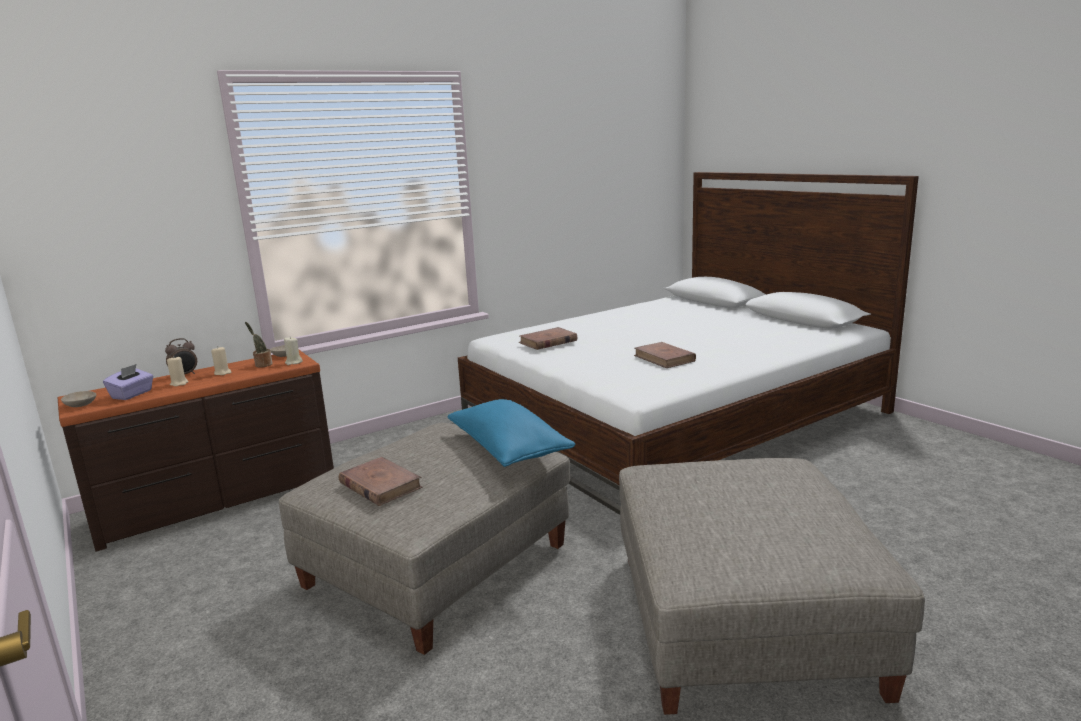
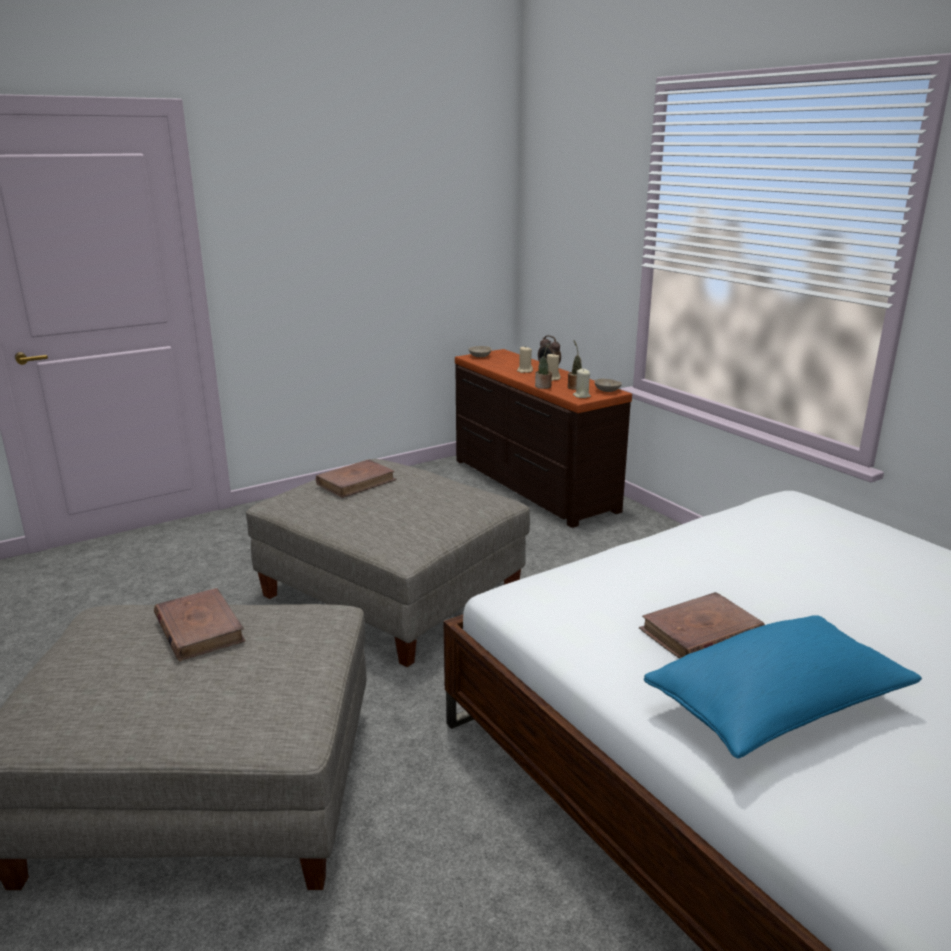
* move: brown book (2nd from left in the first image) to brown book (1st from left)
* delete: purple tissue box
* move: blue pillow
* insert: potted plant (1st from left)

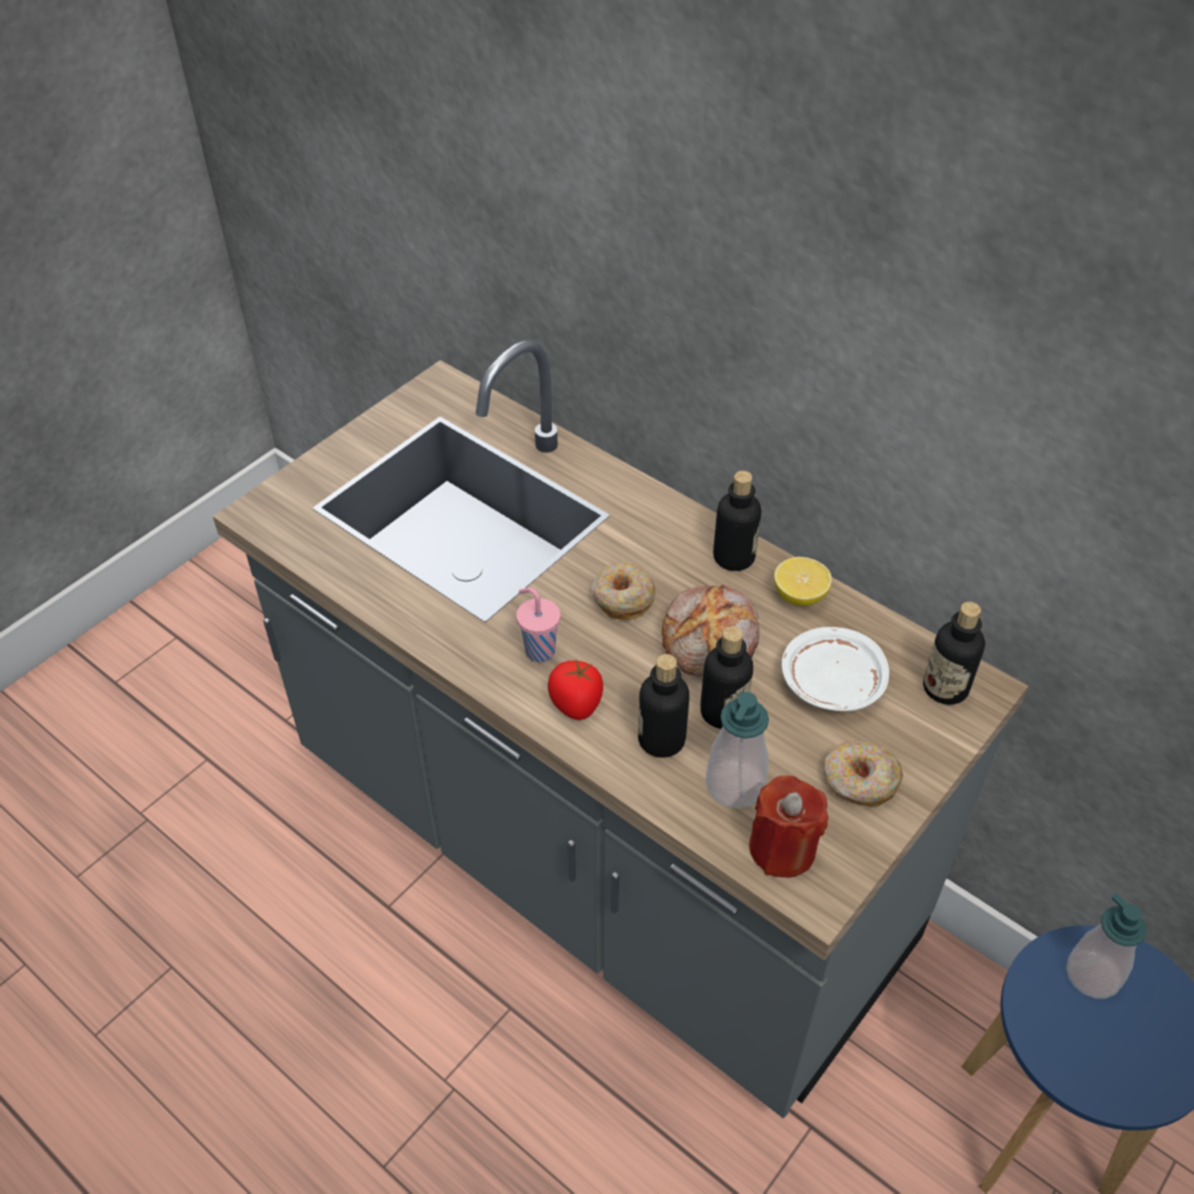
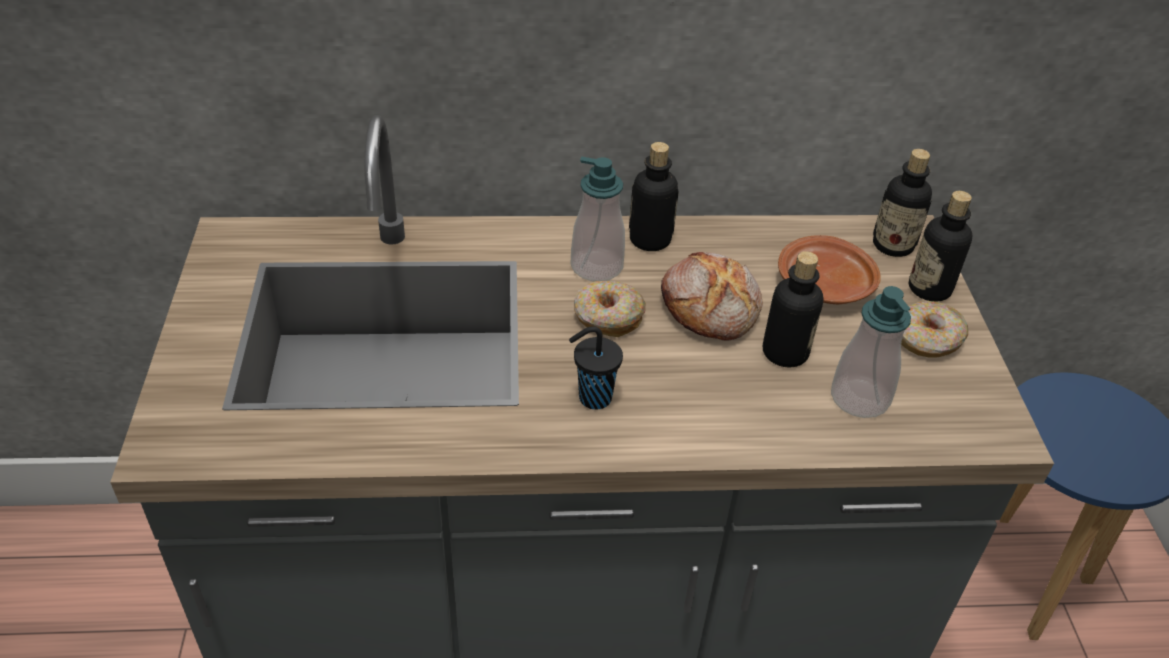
* delete: lemon
* recolor: pink cup to black cup
* recolor: white plate to brown plate
* move: bottle (1st from left in the first image) to bottle (4th from left)
* delete: tomato
* delete: red candle
* move: soap dispenser (2nd from left in the first image) to soap dispenser (1st from left)

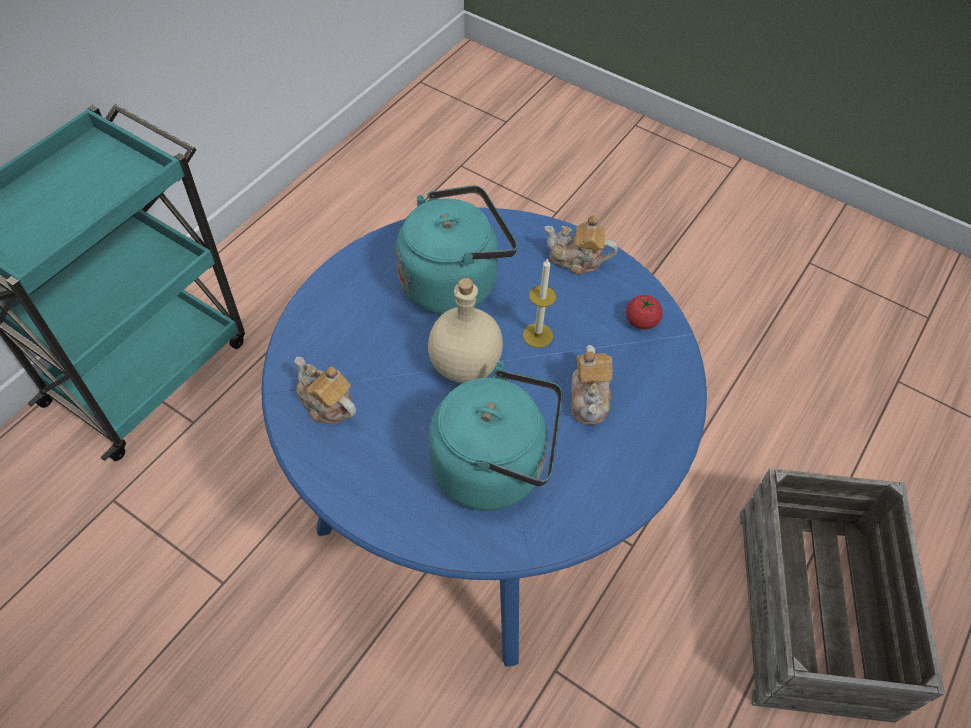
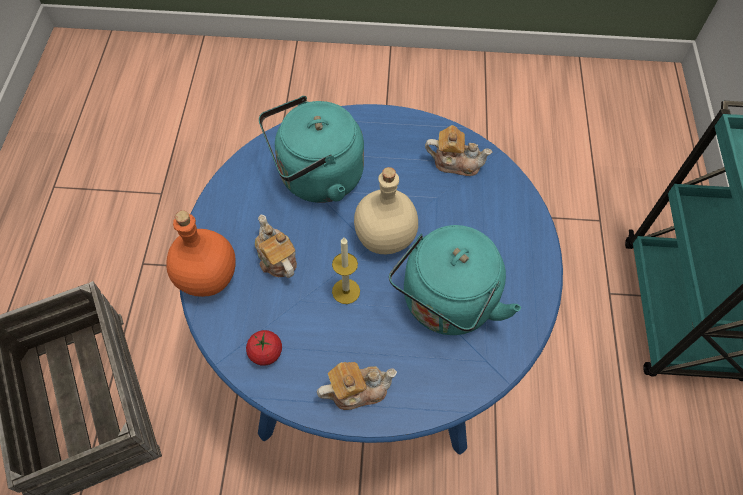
* insert: orange bottle

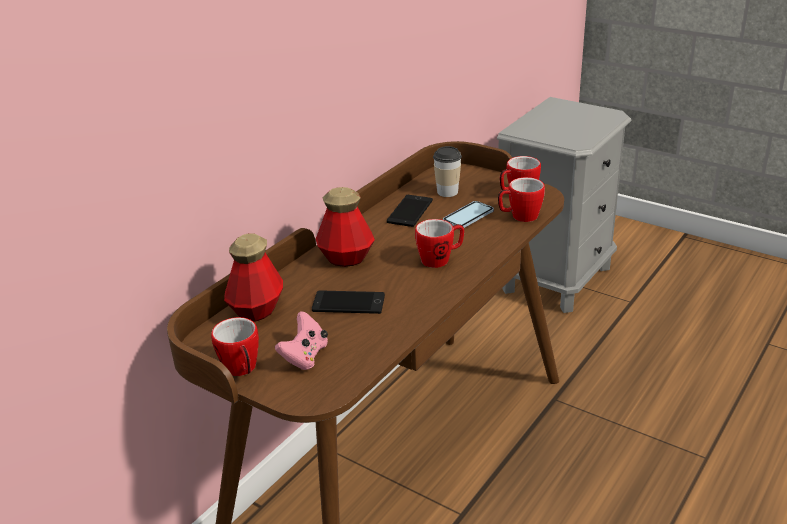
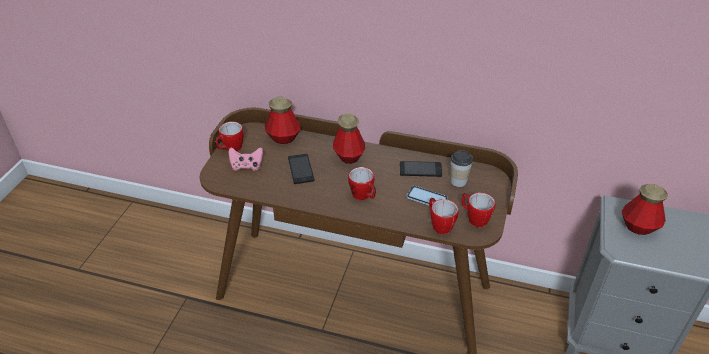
* insert: bottle (3rd from left)

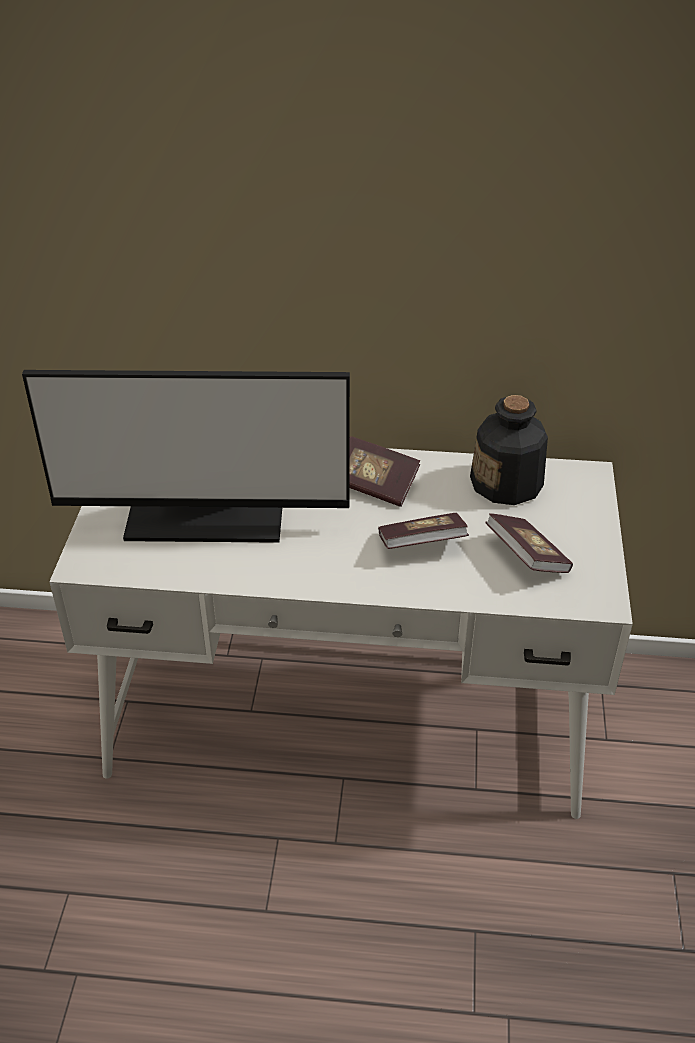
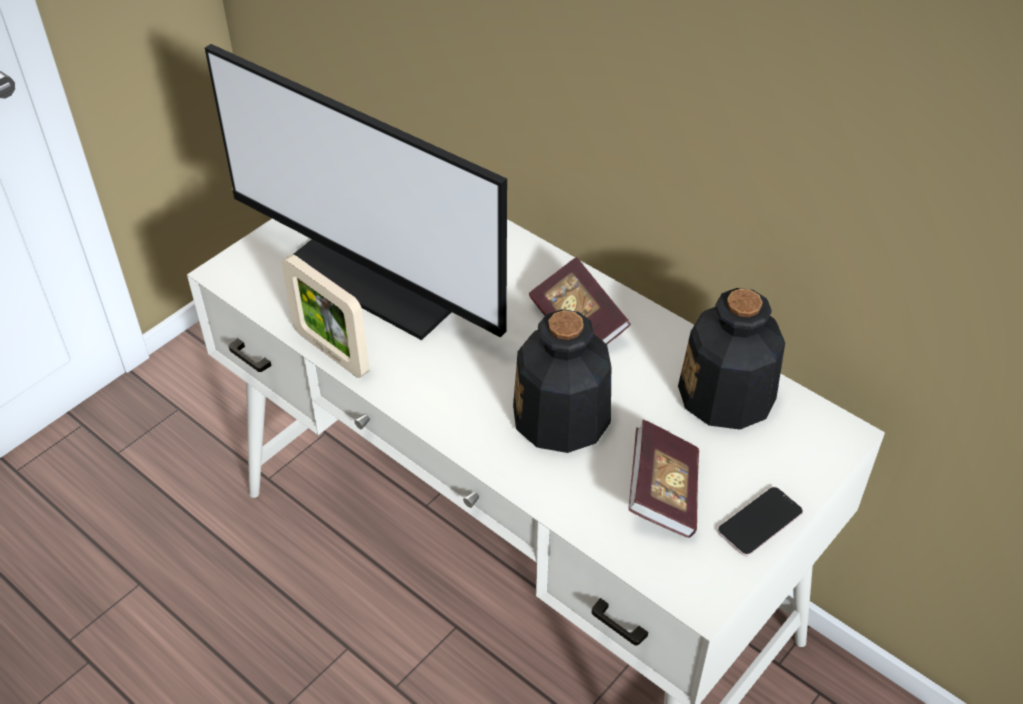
* replace: book (2nd from left) to bottle (1st from left)
* insert: picture frame
* insert: phone

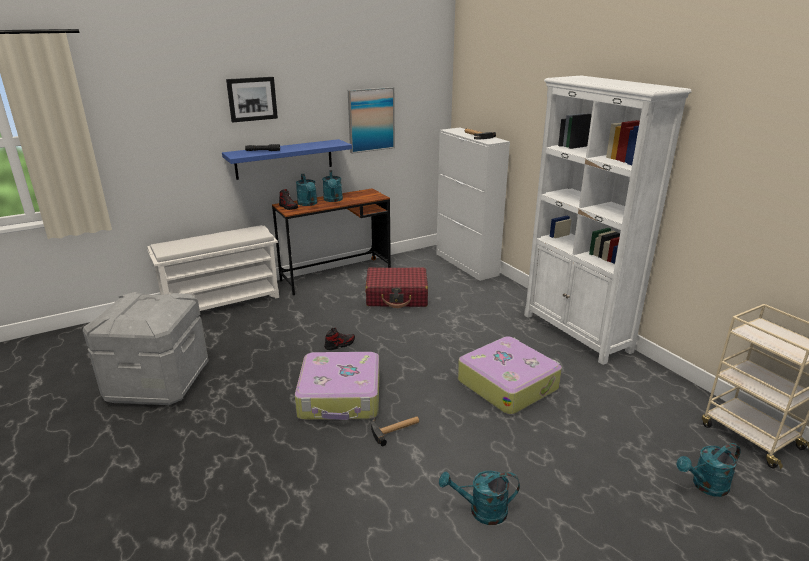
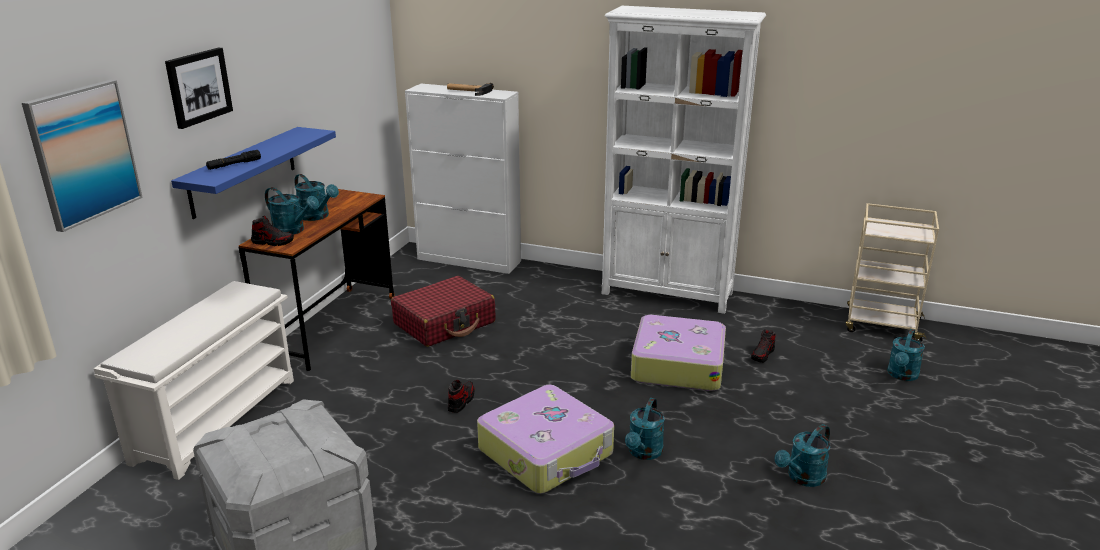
* move: picture (2nd from left in the first image) to picture (1st from left)
* replace: hammer (1st from left) to turquoise watering can (3rd from left)
* insert: shoe (3rd from left)

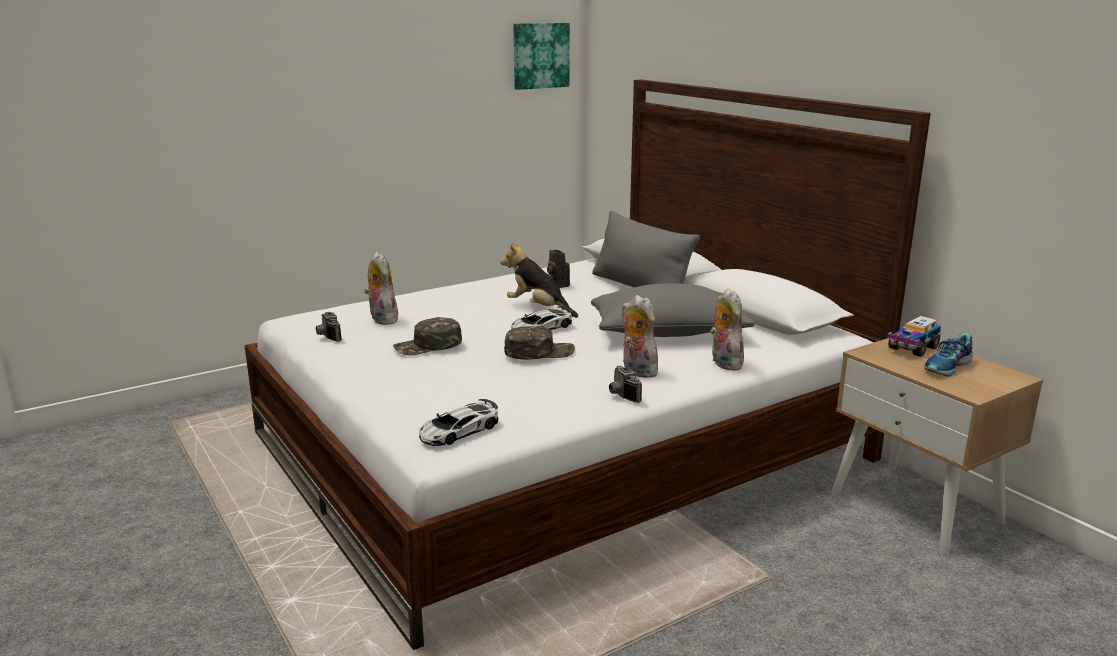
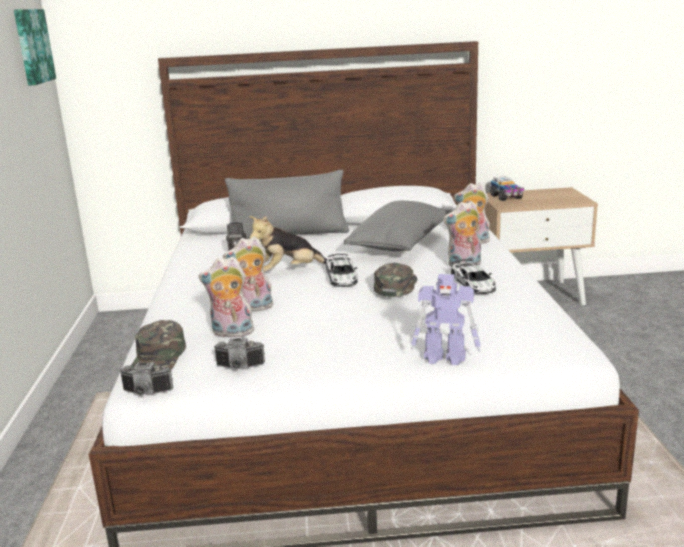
* move: green cap (1st from left)
* delete: shoe
* move: photo camera (3rd from left in the first image) to photo camera (1st from left)
* move: toy car (1st from left in the first image) to toy car (2nd from left)
* insert: plush toy (2nd from left)
* insert: toy robot

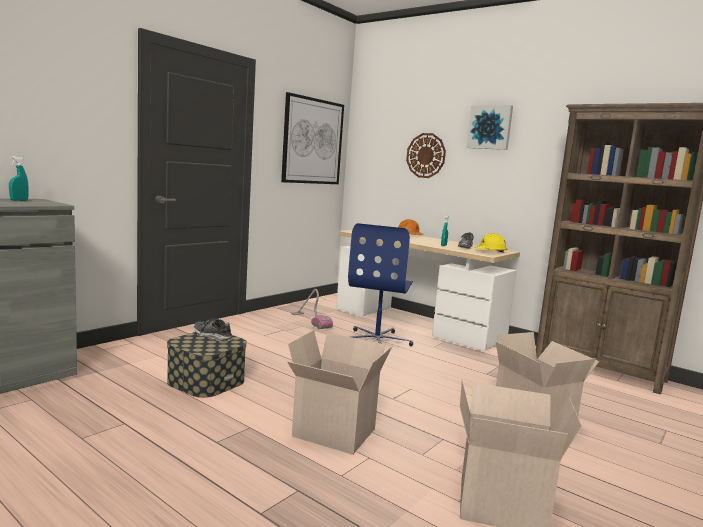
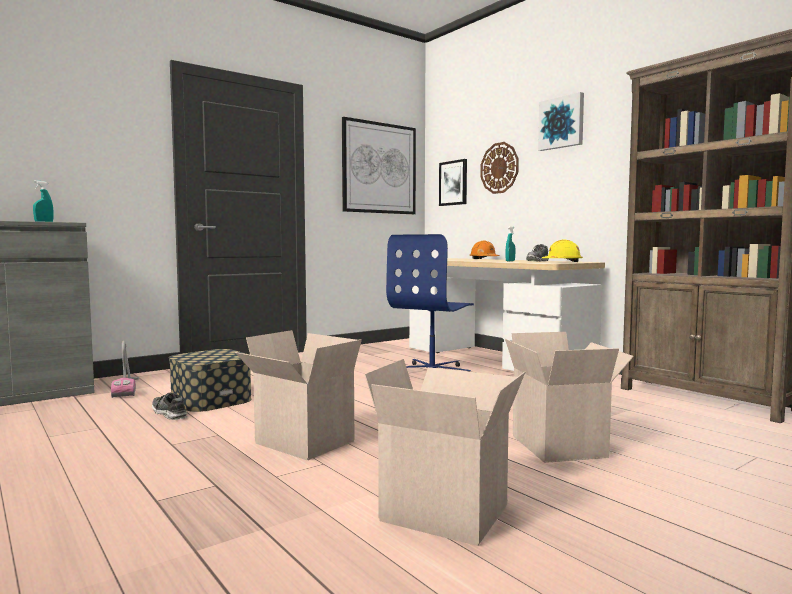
* move: vacuum cleaner
* move: shoe (1st from left)
* insert: picture (2nd from left)

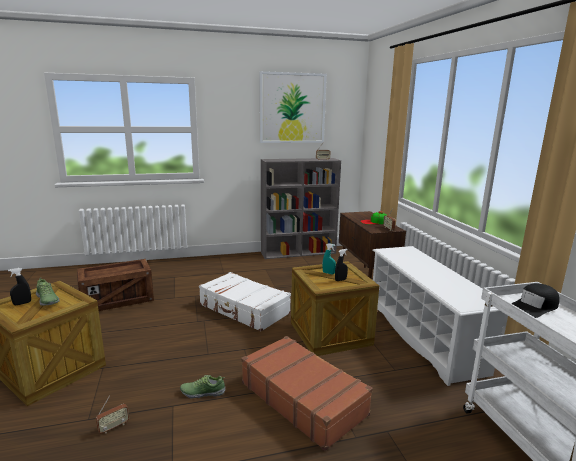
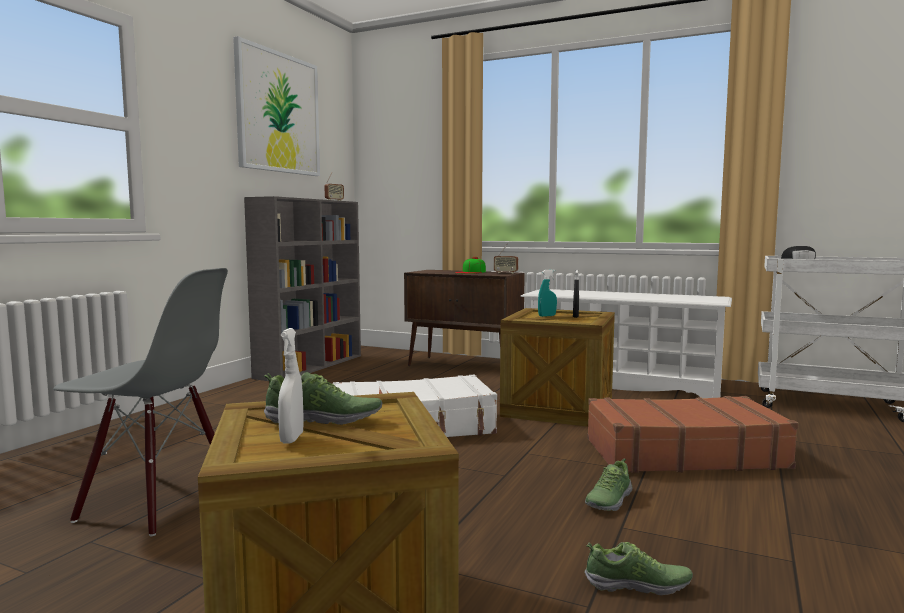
* replace: crate (2nd from left) to grey chair
* recolor: black spray bottle (1st from left) to white spray bottle
* replace: radio (1st from left) to shoe (3rd from left)

